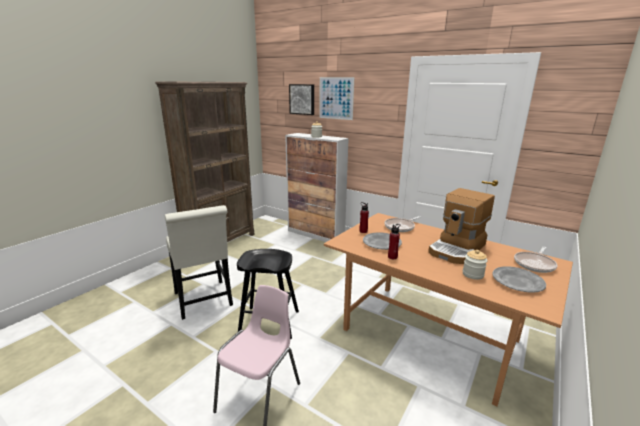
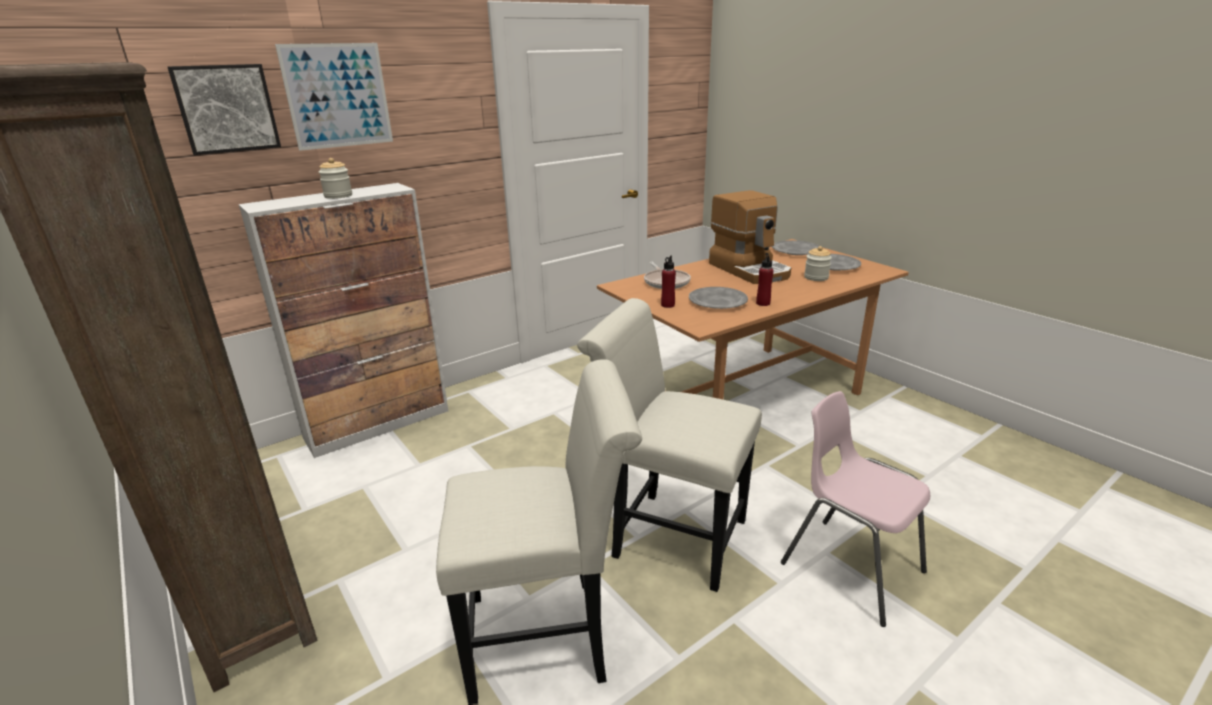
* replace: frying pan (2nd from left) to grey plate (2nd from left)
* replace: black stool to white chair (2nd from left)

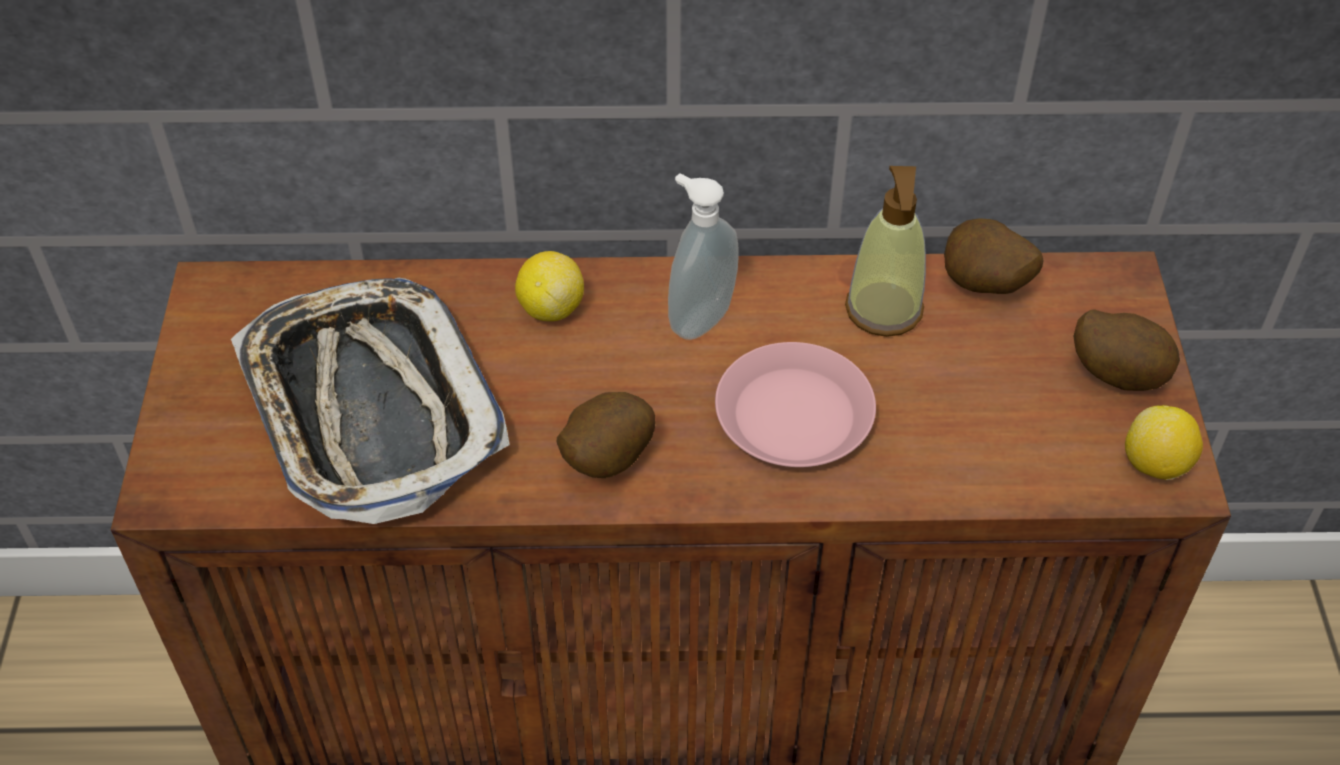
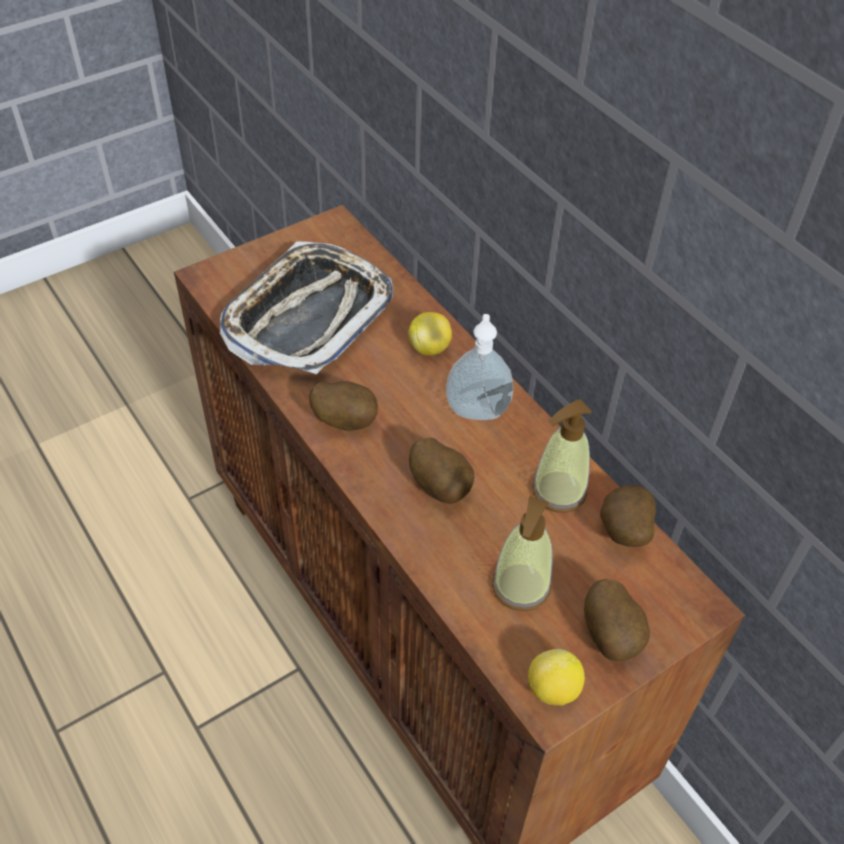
* replace: pink plate to potato (2nd from left)
* insert: soap dispenser (2nd from left)

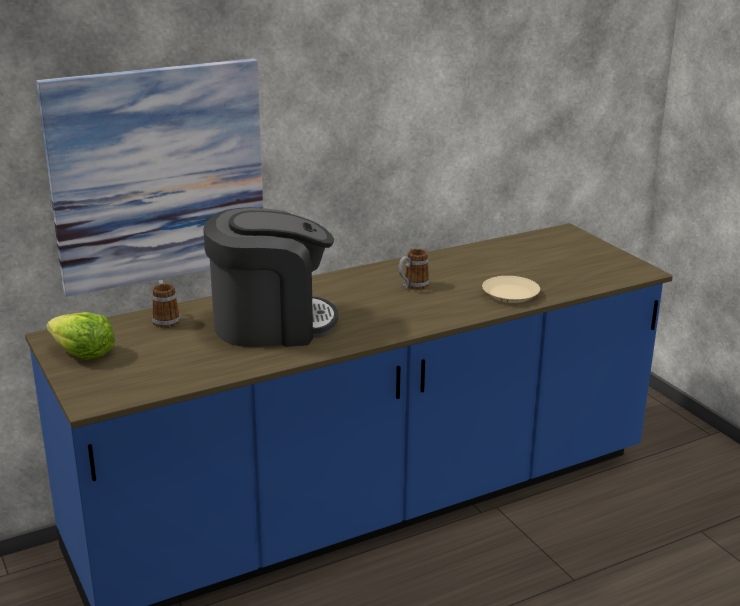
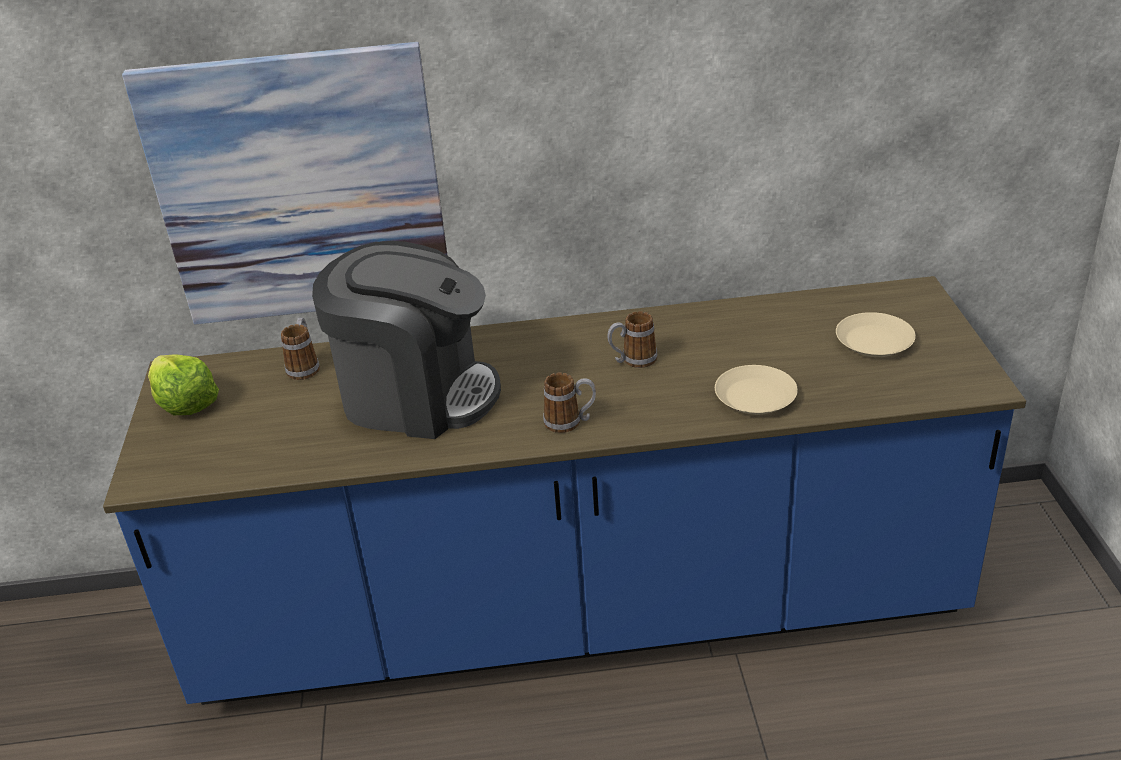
* insert: beige plate (2nd from left)
* insert: mug (2nd from left)

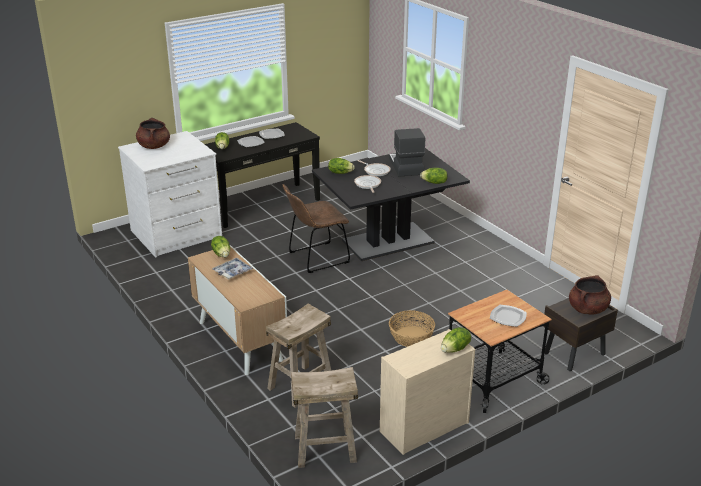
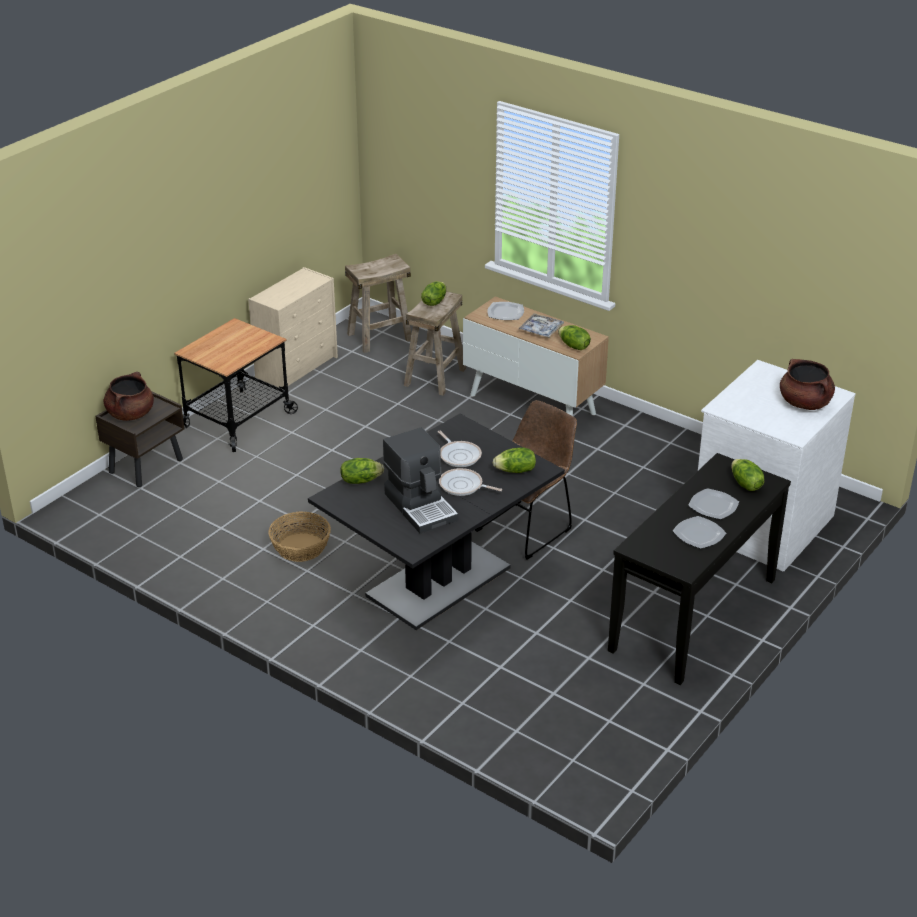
* move: plate (3rd from left in the first image) to plate (1st from left)
* move: basket
* move: lettuce (5th from left in the first image) to lettuce (2nd from left)

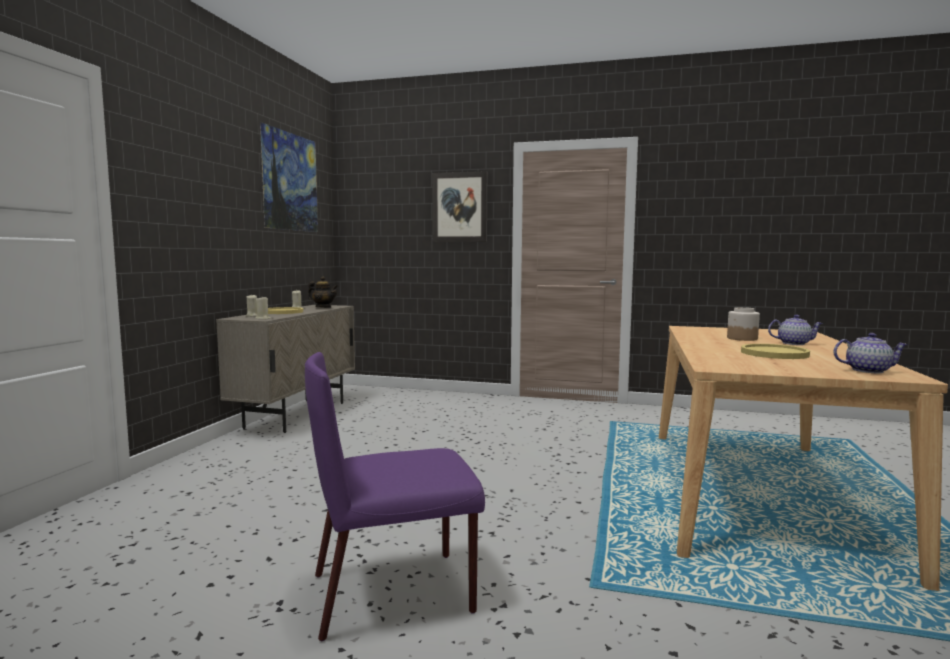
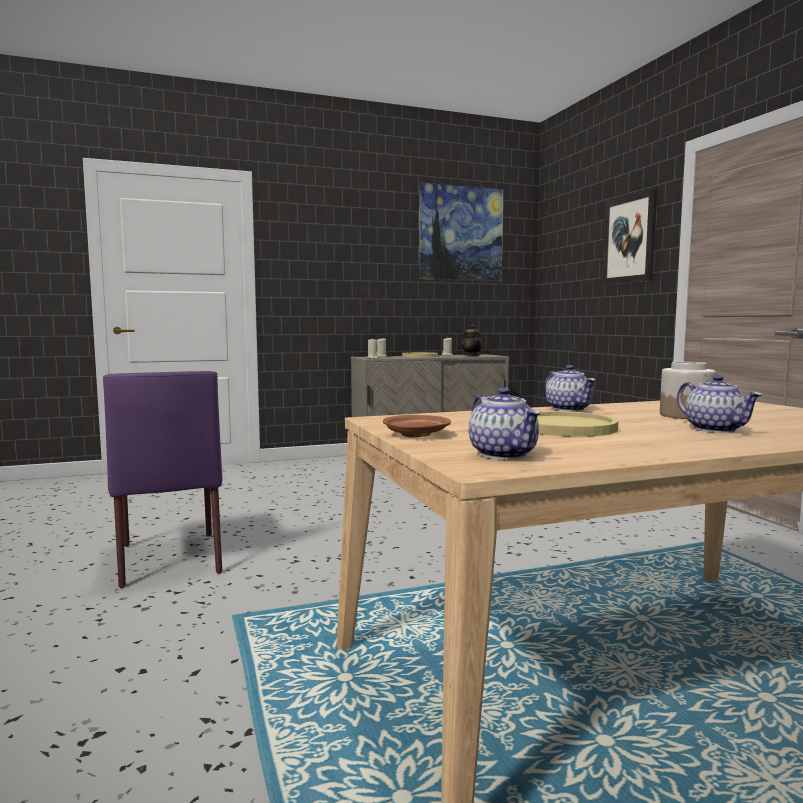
* rotate: purple chair 150 degrees counterclockwise
* insert: teapot (3rd from left)
* insert: brown plate

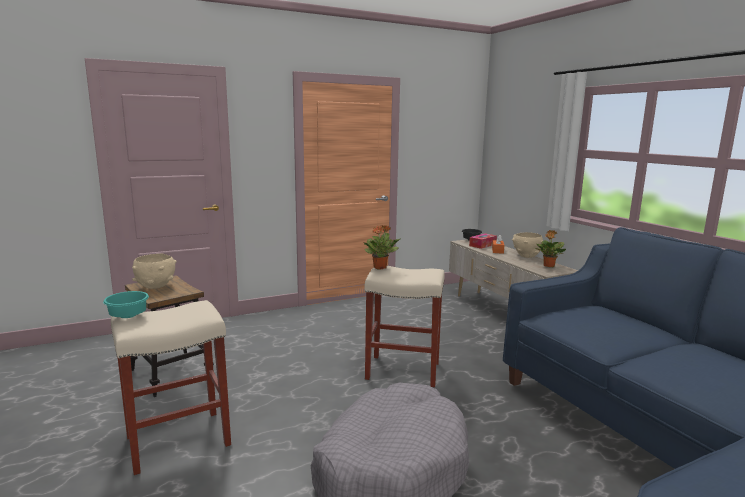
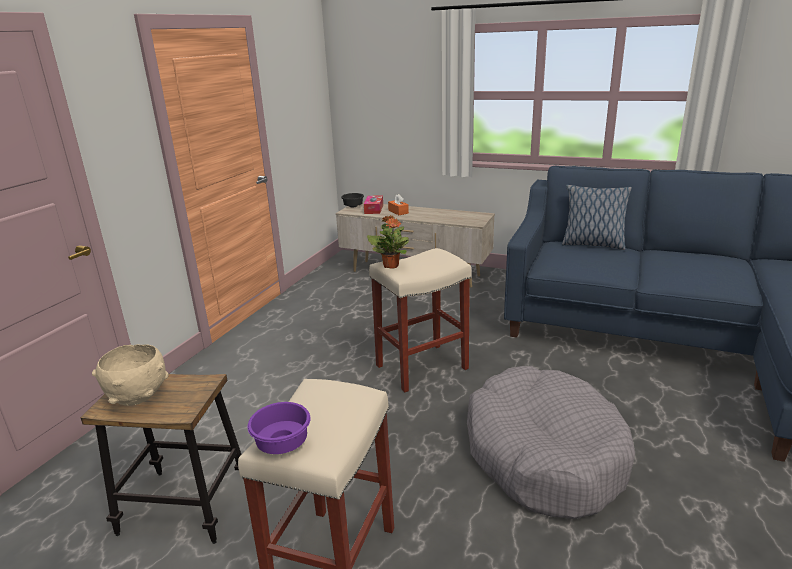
* delete: potted plant (2nd from left)
* delete: beige bowl (2nd from left)
* recolor: turquoise bowl to purple bowl
* insert: pillow

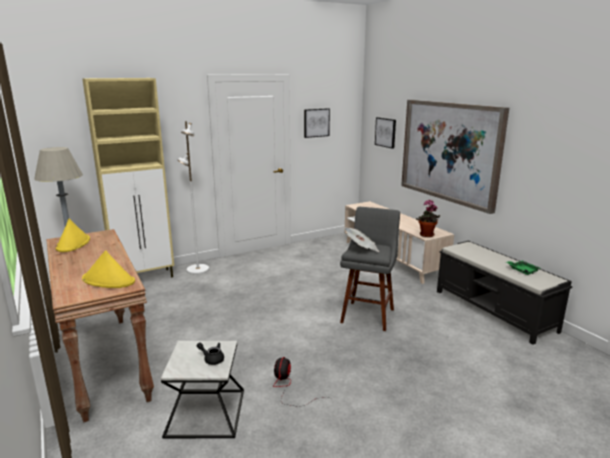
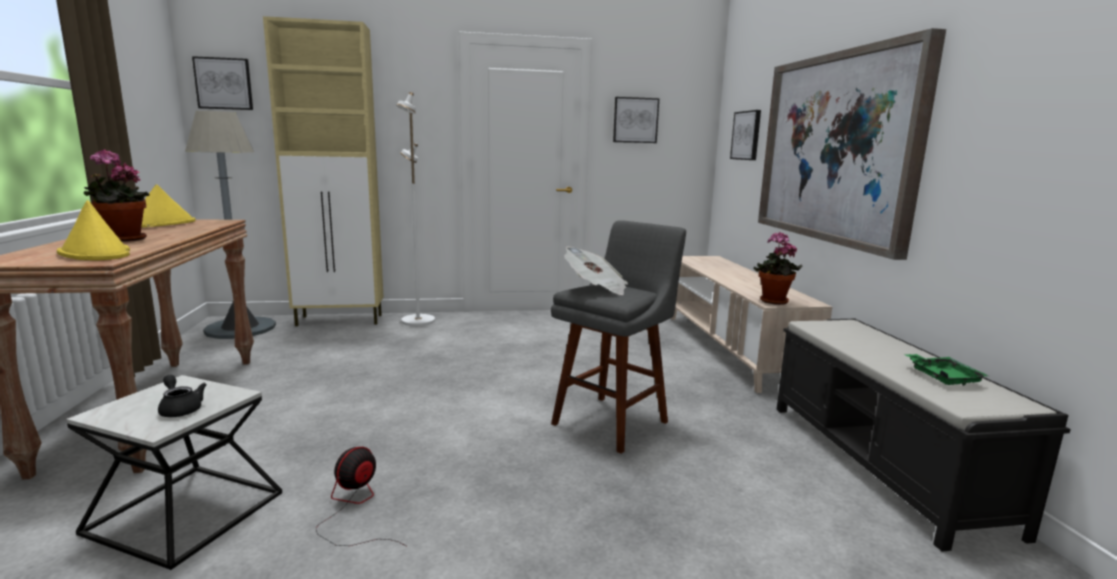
* insert: picture (1st from left)
* insert: potted plant (1st from left)

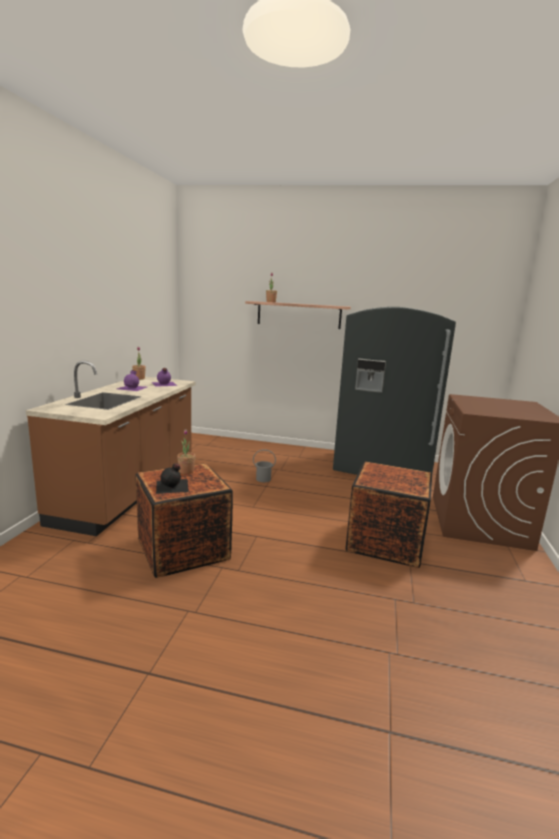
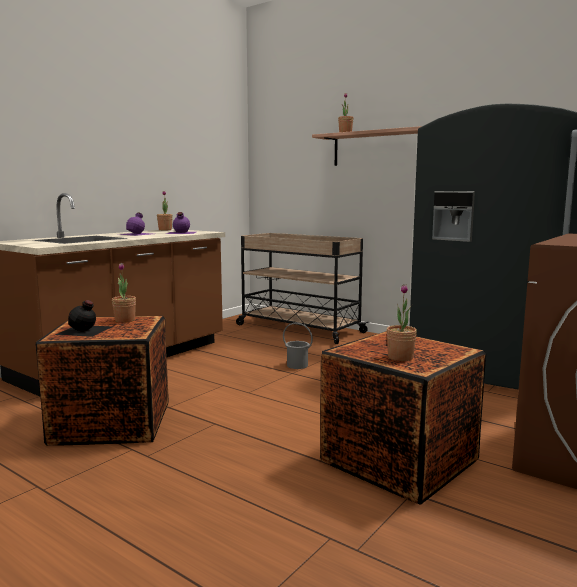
* insert: beige cart
* insert: potted plant (4th from left)

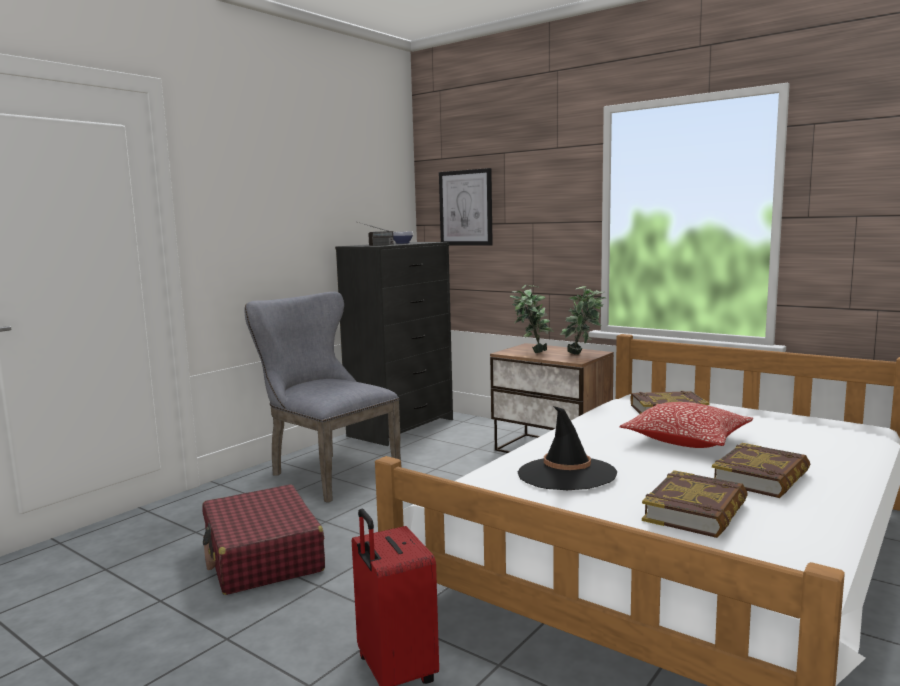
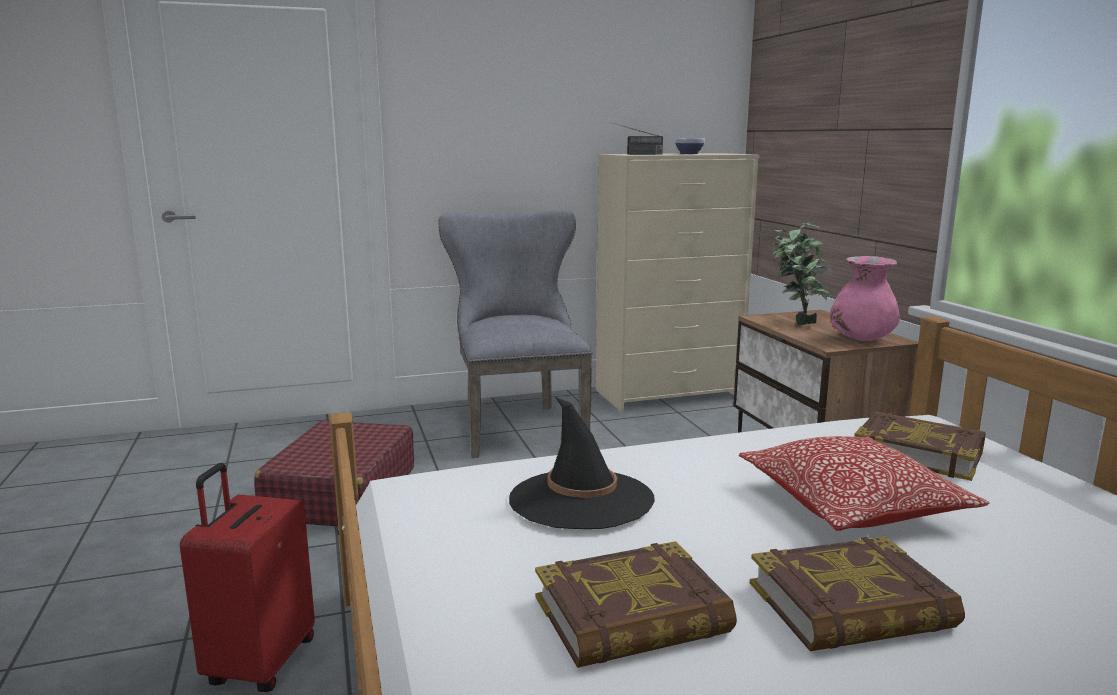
* delete: picture
* recolor: black dresser to beige dresser
* replace: potted plant (2nd from left) to pink vase

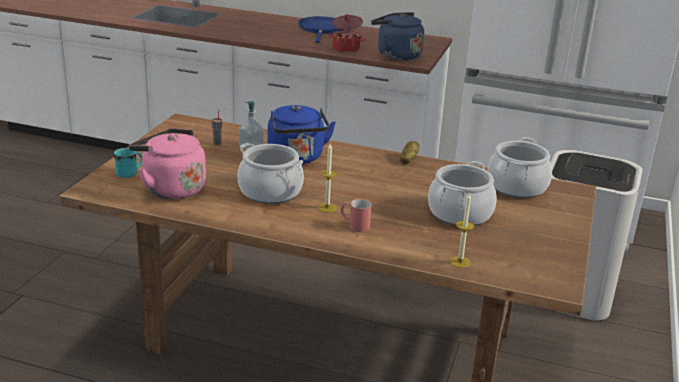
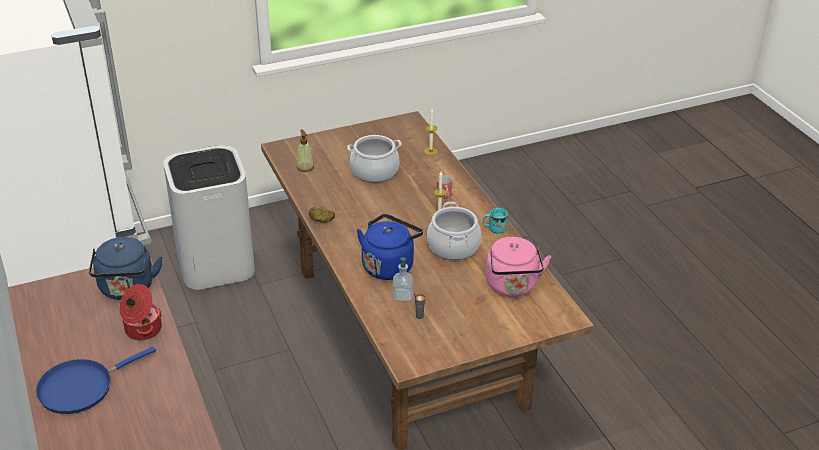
* replace: cooking pot (4th from left) to soap dispenser (1st from left)
* move: turquoise mug

